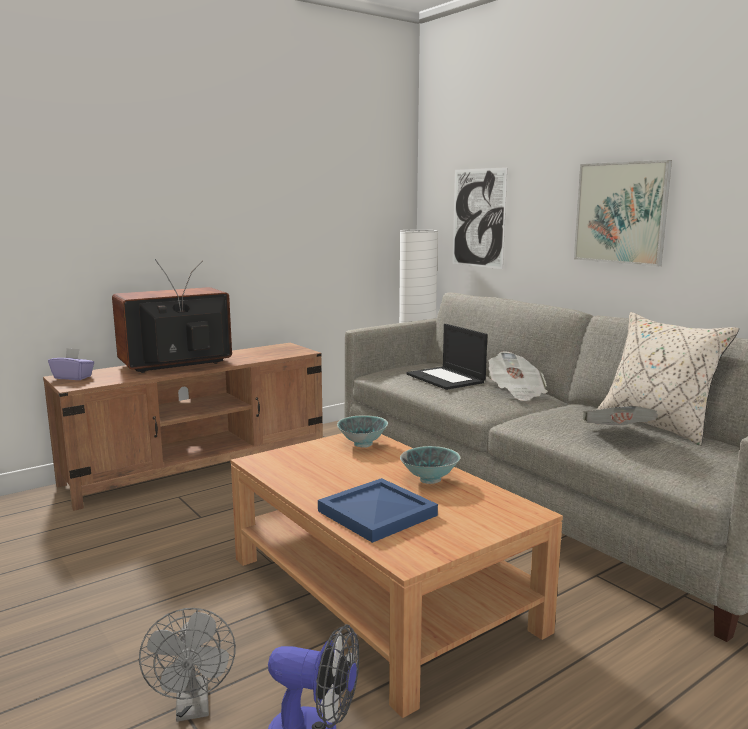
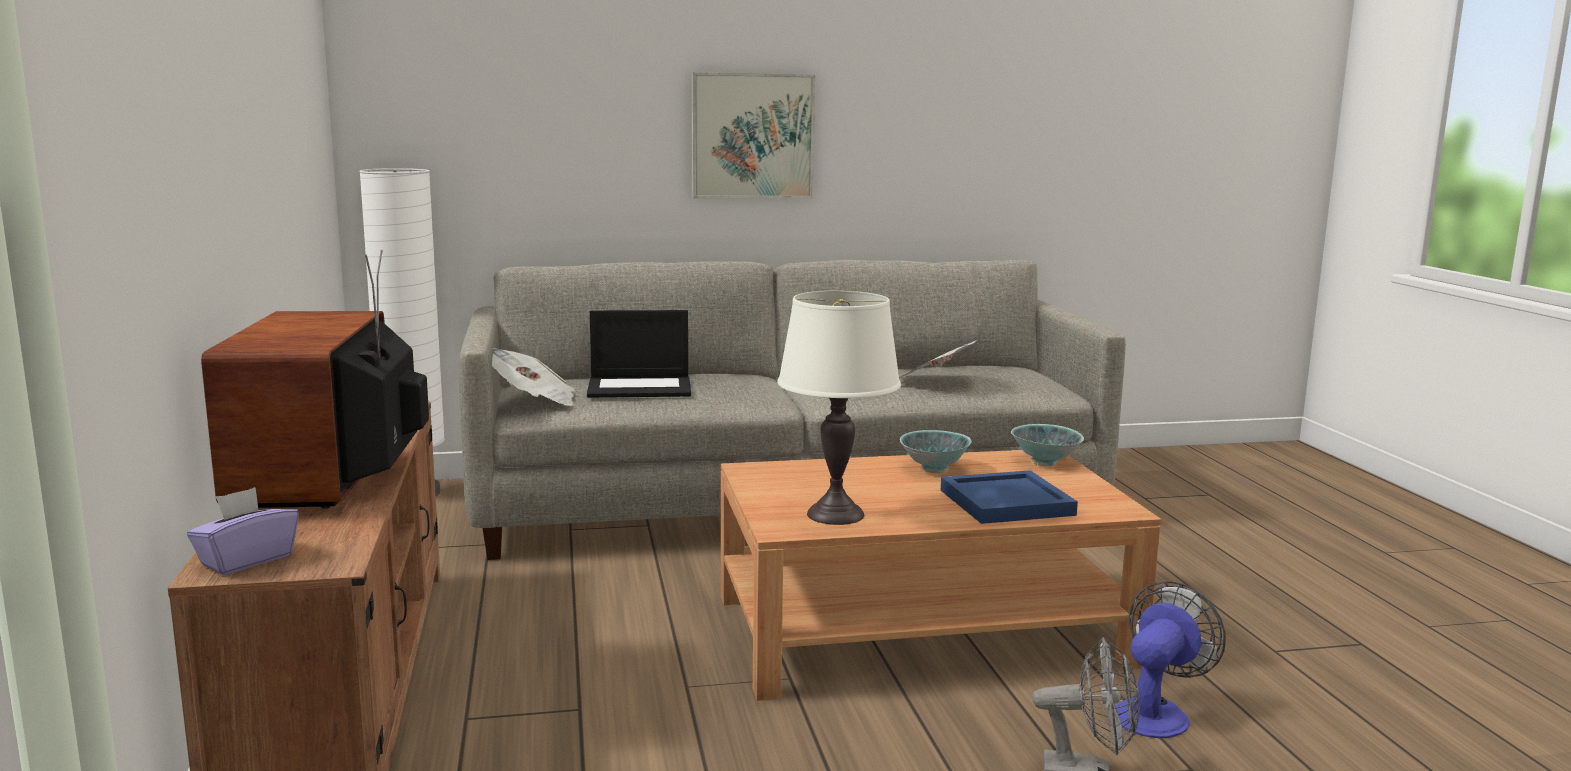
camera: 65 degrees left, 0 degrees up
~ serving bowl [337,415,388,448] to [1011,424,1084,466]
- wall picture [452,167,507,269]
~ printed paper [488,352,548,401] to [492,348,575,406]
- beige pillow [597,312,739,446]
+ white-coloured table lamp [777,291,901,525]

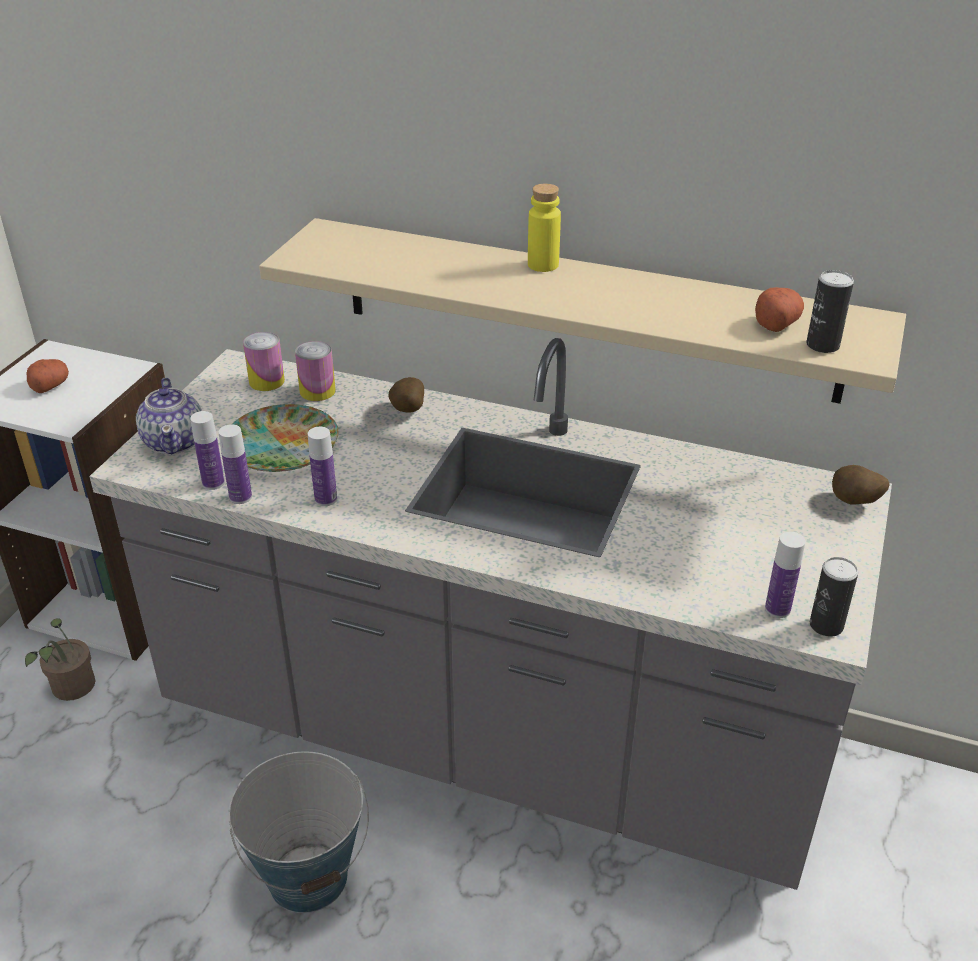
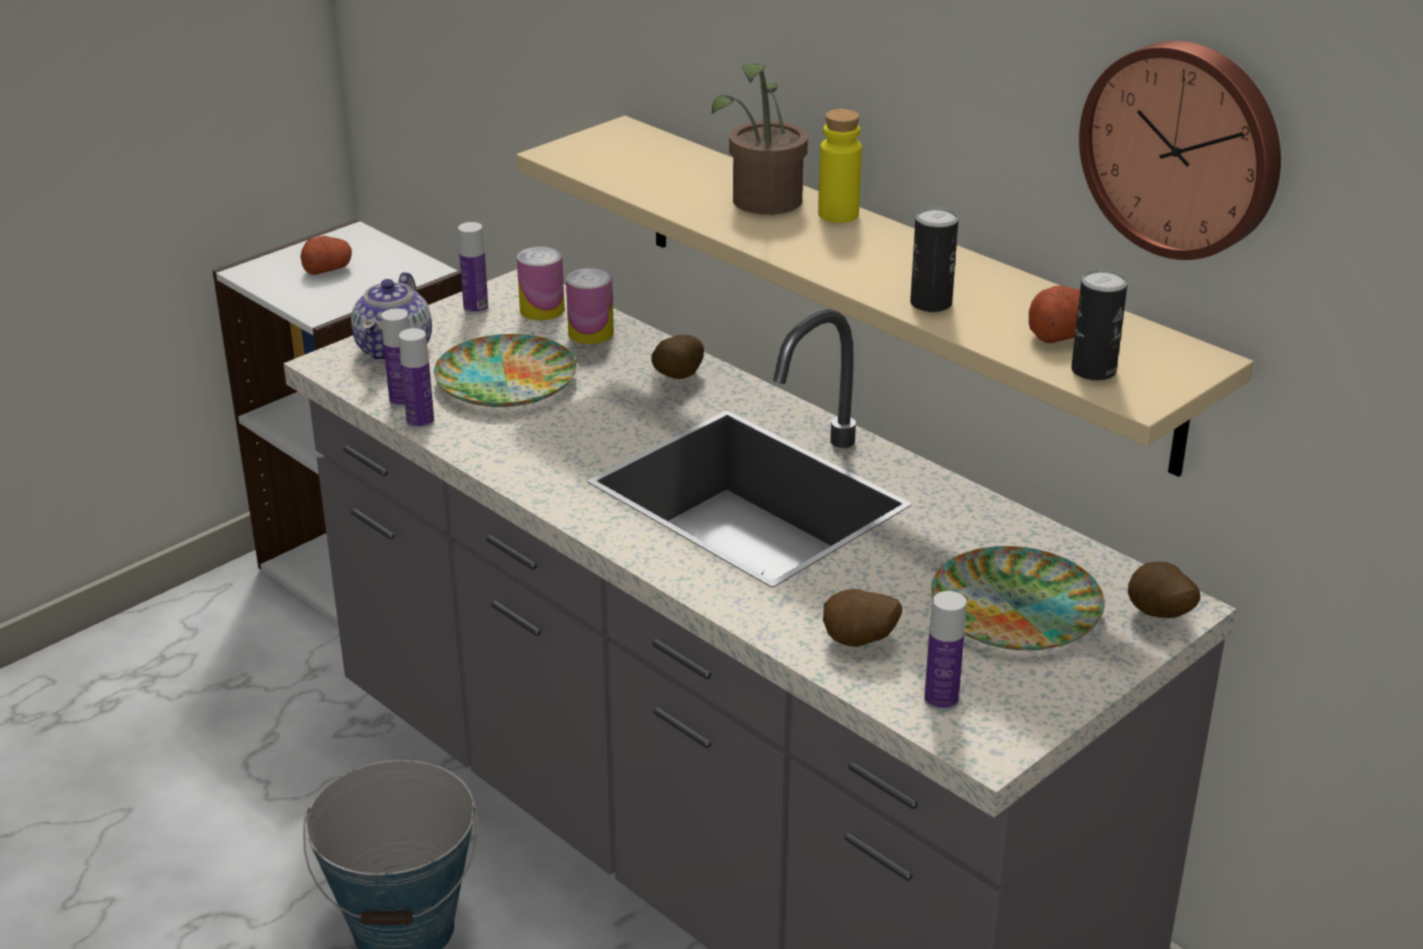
camera: 25 degrees right, 5 degrees down
~ potted plant [25,618,95,701] to [712,63,808,215]
~ drink bottle [308,427,337,506] to [458,222,488,314]
~ metal can [810,557,858,637] to [910,207,958,312]
+ spud [823,589,902,647]
+ dinner plate [931,546,1105,650]
+ clock on the wall [1079,41,1281,260]

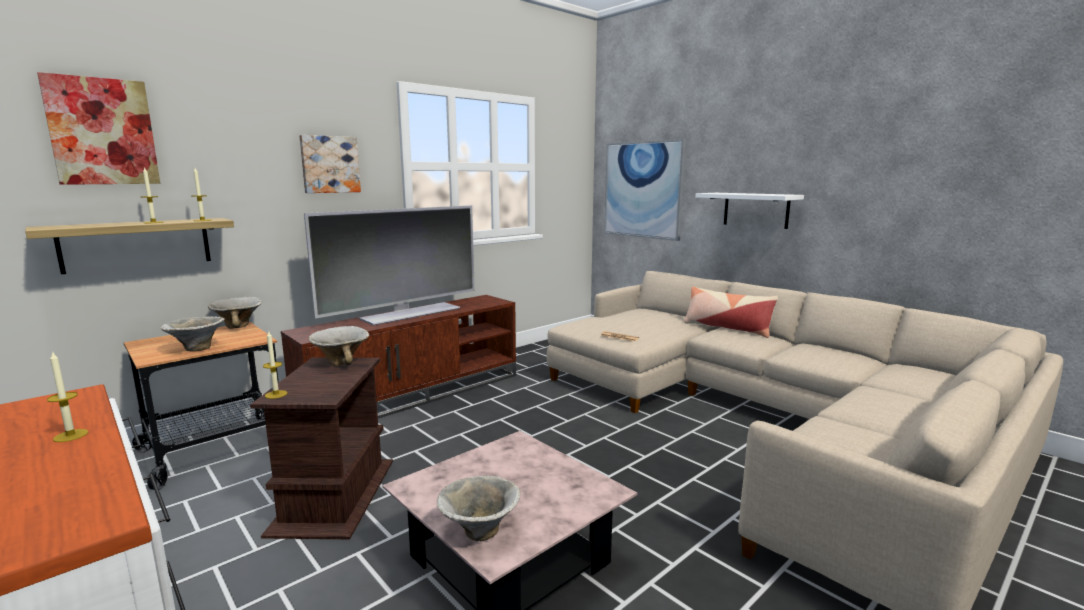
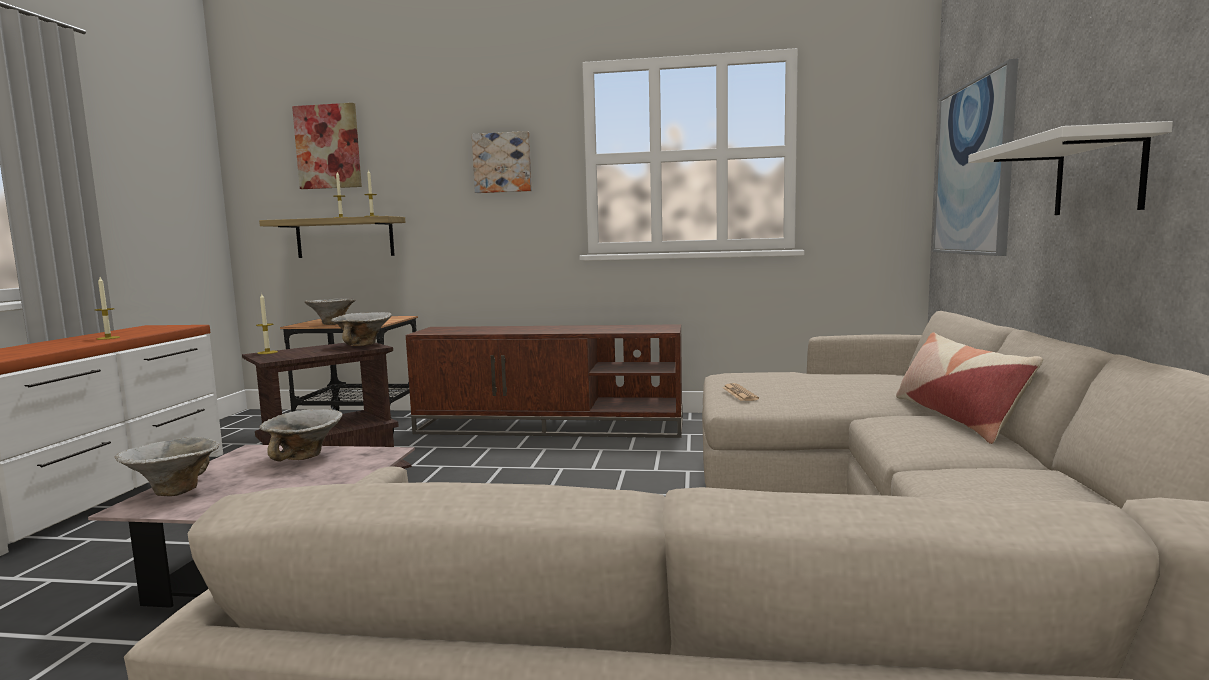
camera: 50 degrees right, 5 degrees down
~ serving bowl [208,297,262,329] to [260,409,343,462]
- television [304,205,475,325]

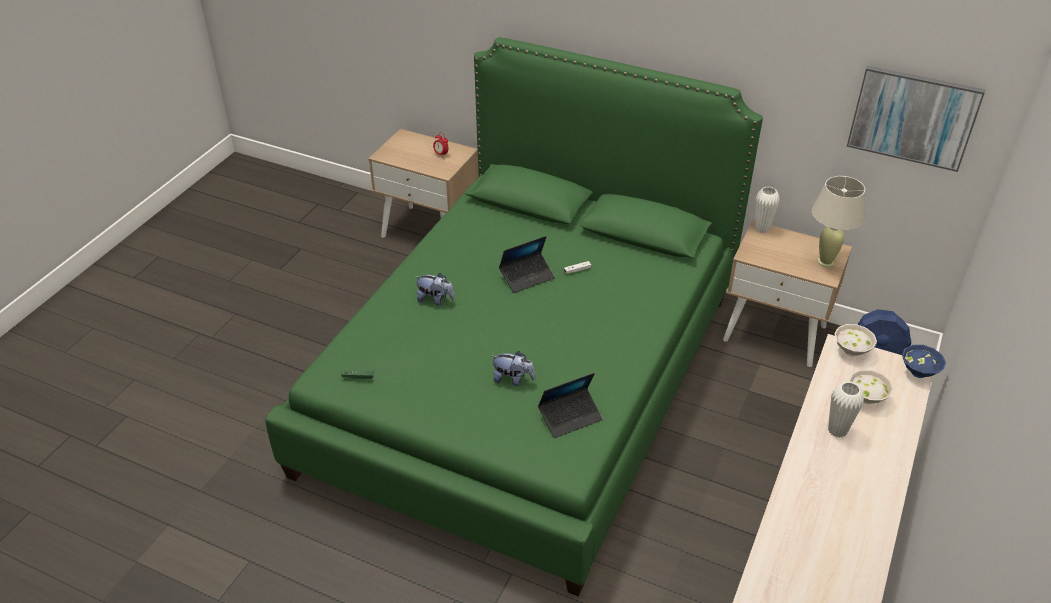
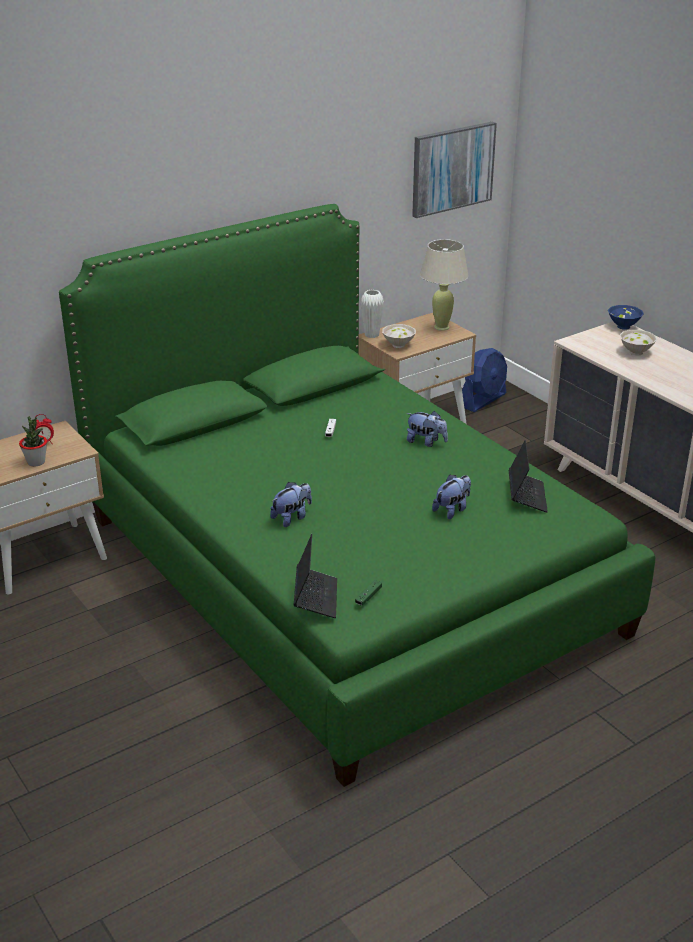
camera: 60 degrees left, 10 degrees down
~ notebook computer [499,236,555,293] to [294,534,337,618]
- white-coloured flower vase [828,381,864,438]
~ white-coloured serving bowl [834,324,877,357] to [382,324,416,348]
+ potted plant [19,416,47,466]
+ cuddly toy [406,411,448,447]

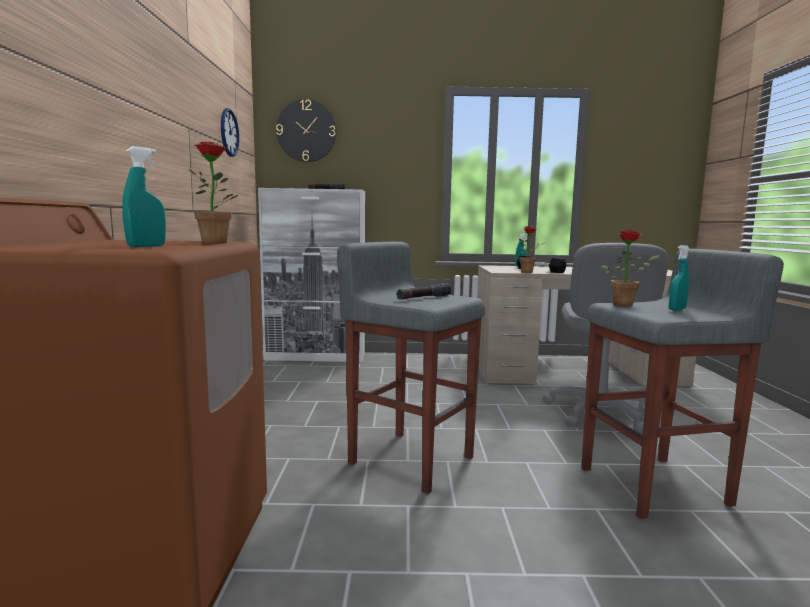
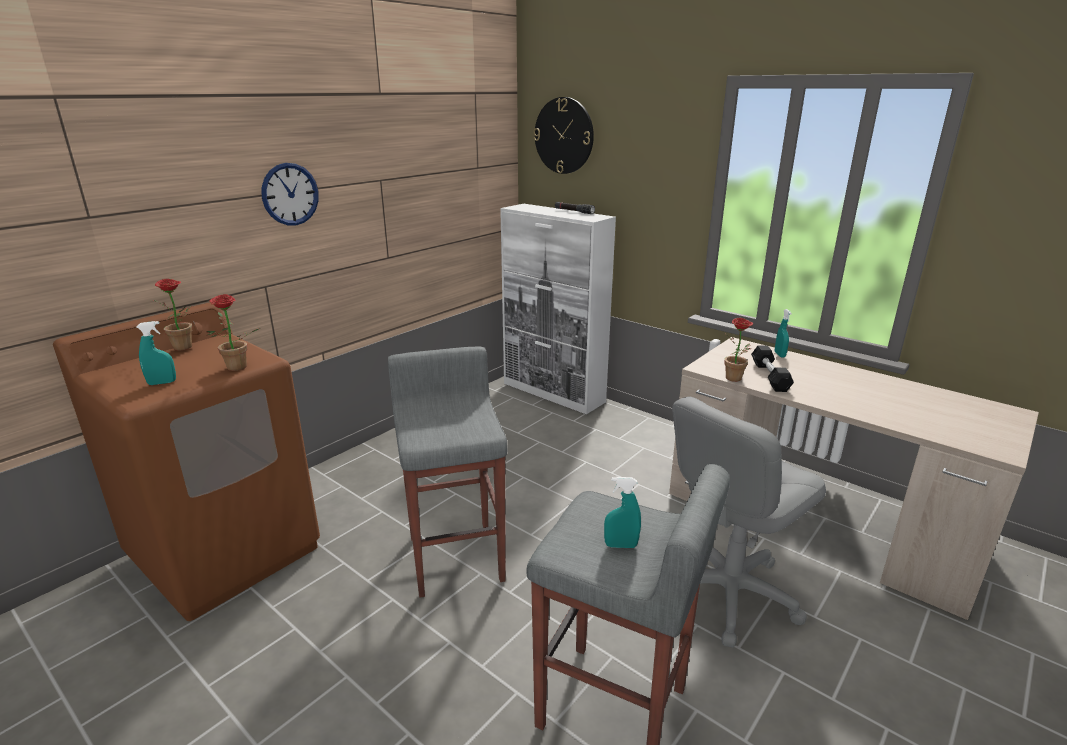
camera: 40 degrees right, 15 degrees up
~ clock on the wall [221,108,239,157] to [261,163,319,225]
- black hand torch [396,283,452,299]
~ potted plant [601,229,660,306] to [154,279,192,350]

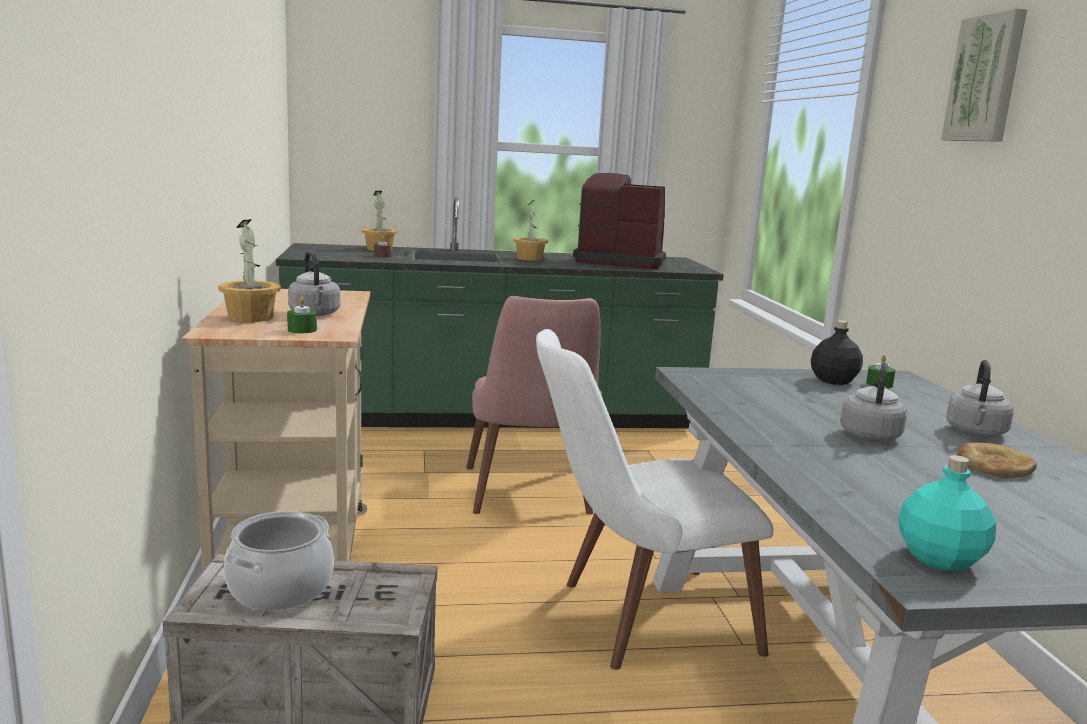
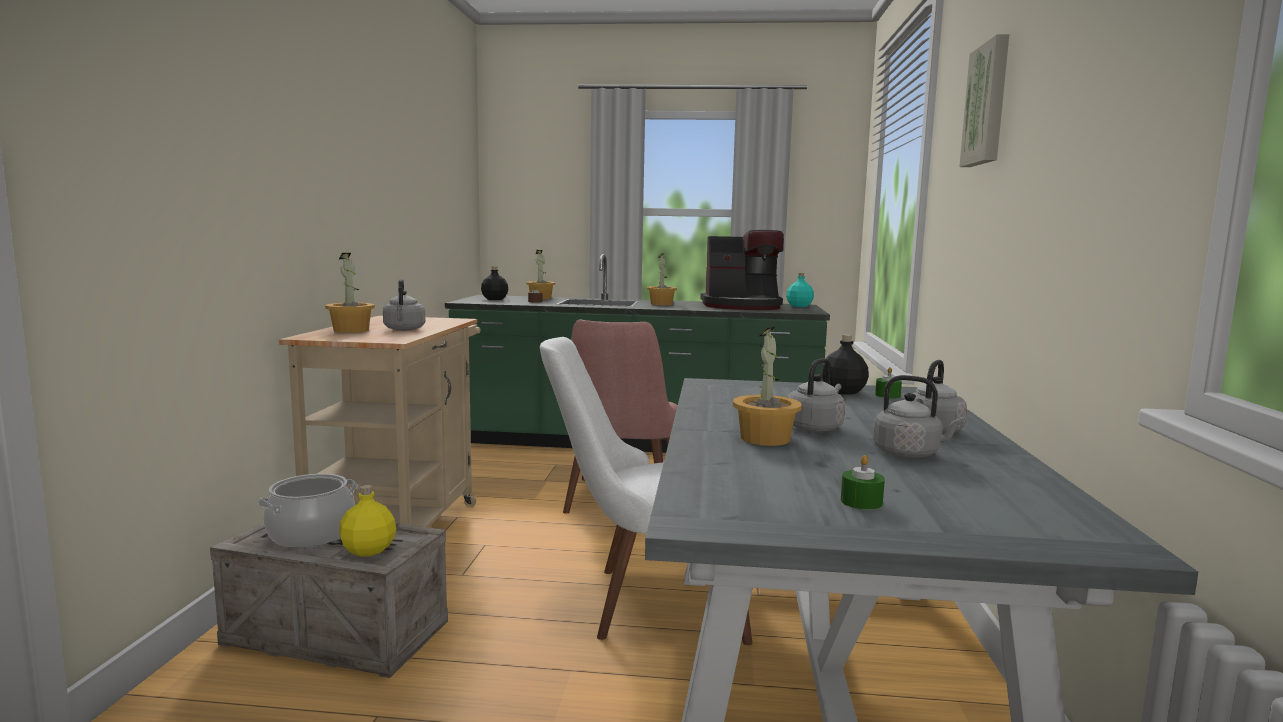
camera: 15 degrees right, 5 degrees down
~ green-coloured wax candle [287,297,317,333] to [841,455,885,510]
~ coffee maker [573,173,666,269] = [700,230,784,310] 150 degrees clockwise
~ turquoise-coloured drink bottle [898,455,996,571] to [786,273,814,307]
~ bakery bread [957,442,1037,478] to gray tea kettle [873,375,964,458]
+ yellow drink bottle [339,485,396,557]
+ black drink bottle [481,266,508,300]
+ potted plant [733,327,802,446]

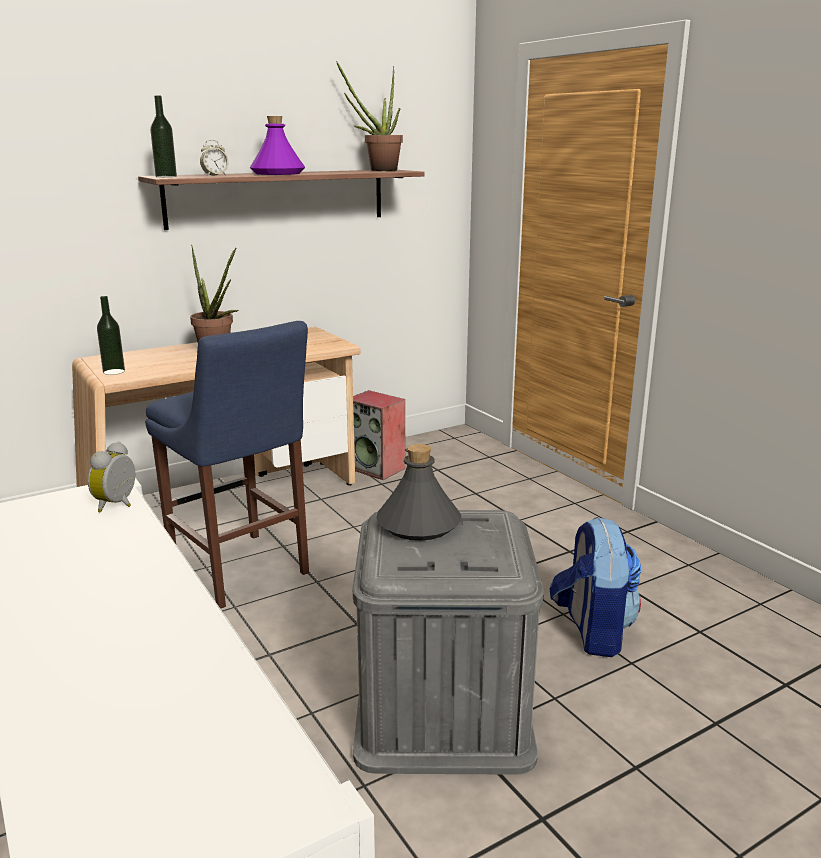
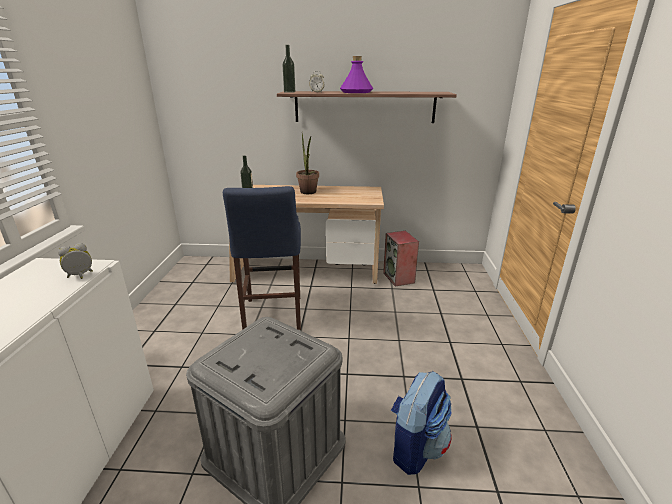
camera: 35 degrees right, 5 degrees up
- potted plant [336,61,403,171]
- gray drink bottle [376,444,461,541]

